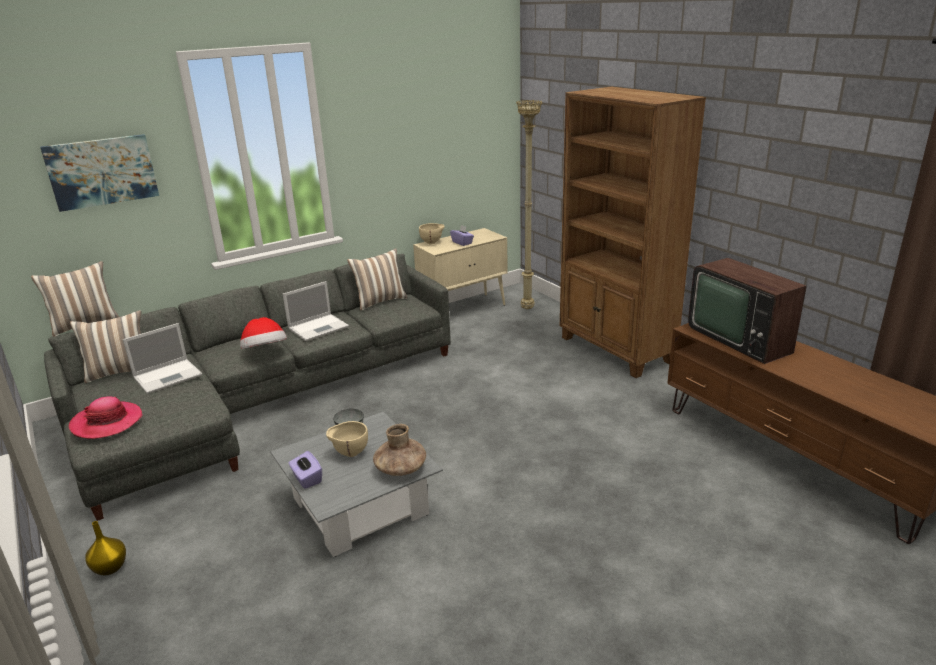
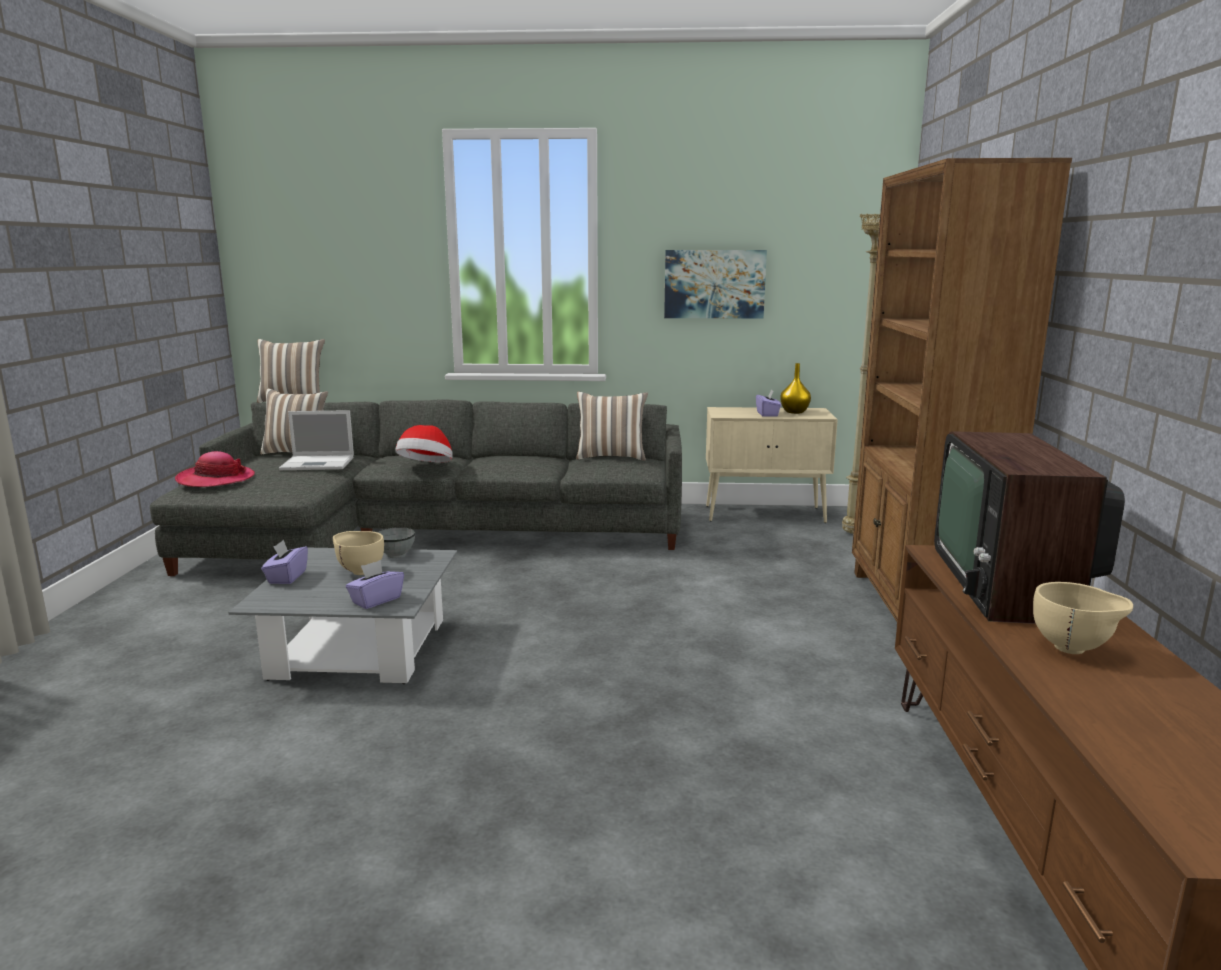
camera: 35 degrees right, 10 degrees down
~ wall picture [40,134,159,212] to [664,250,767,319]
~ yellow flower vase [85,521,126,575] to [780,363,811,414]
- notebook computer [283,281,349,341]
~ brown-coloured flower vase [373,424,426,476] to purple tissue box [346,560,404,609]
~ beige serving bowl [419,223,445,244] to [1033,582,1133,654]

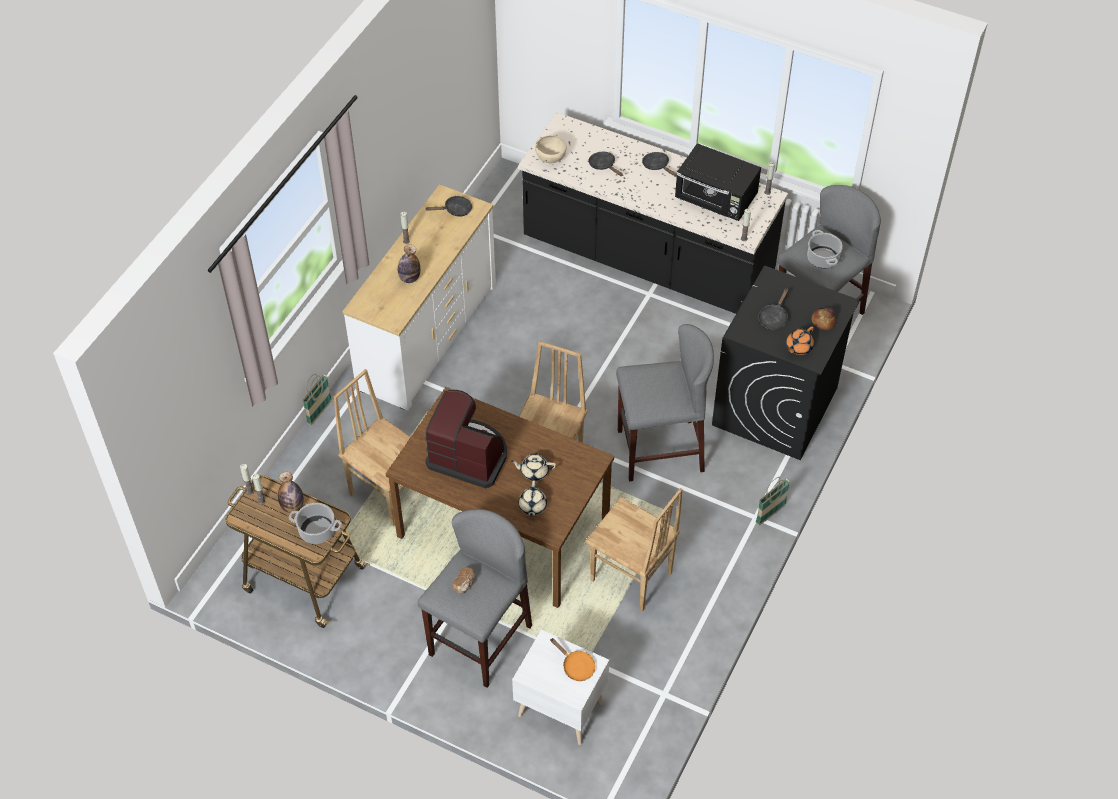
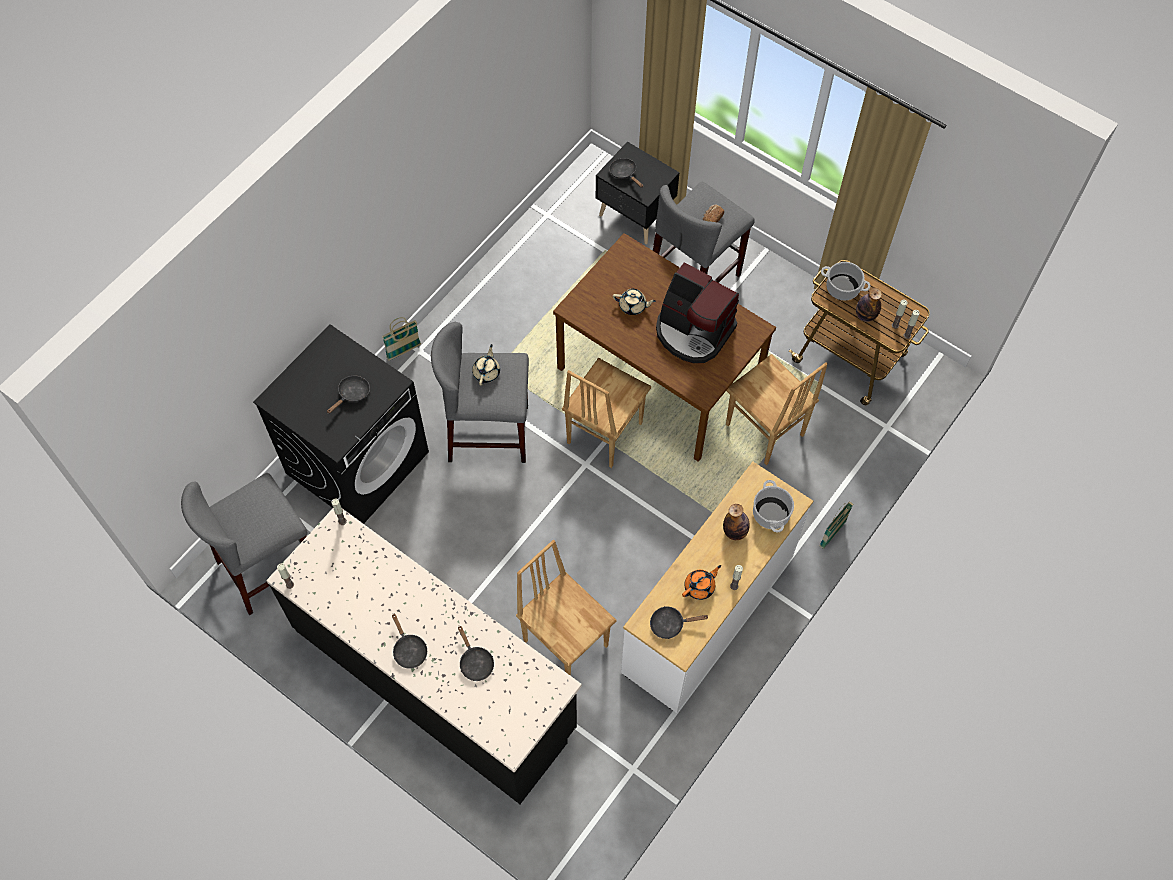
camera: 170 degrees left, 10 degrees up
~ white-coloured bedside table [512,630,609,745] to black bedside table [596,142,680,244]
~ beige teapot [518,480,547,517] to [472,344,500,386]
- beige serving bowl [535,135,567,163]
~ orange-coloured frying pan [550,638,595,681] to black frying pan [609,158,643,188]
~ brown-coloured upright chair [585,488,683,612] to [516,540,616,676]
- black microwave [675,143,761,221]
~ orange-coloured teapot [786,326,814,355] to [682,565,721,600]
~ cooking pot [807,230,843,268] to [753,480,794,532]
- bakery bread [812,308,836,330]

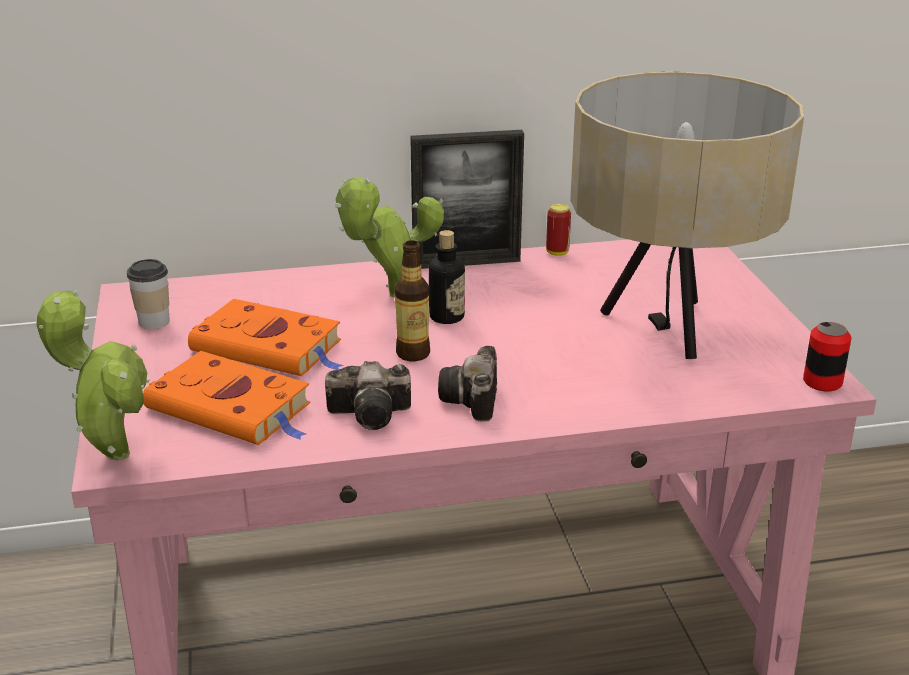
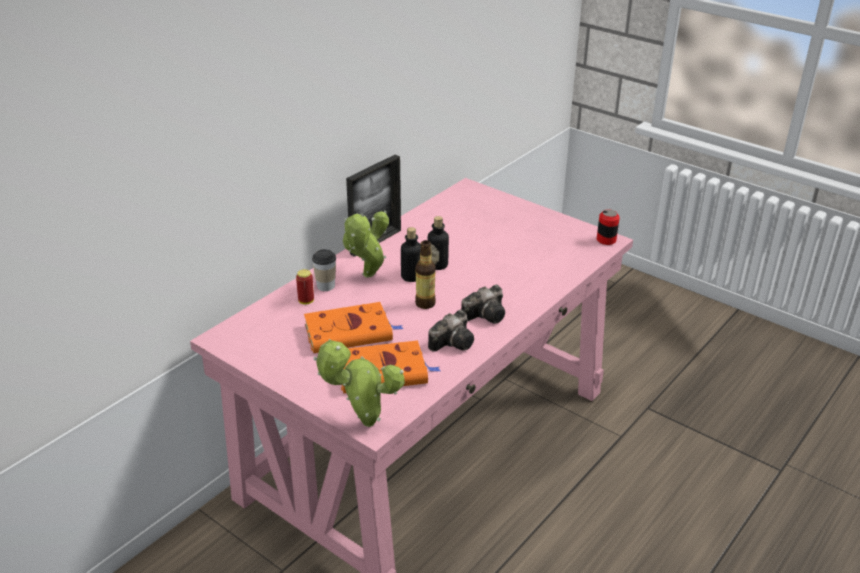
camera: 40 degrees left, 5 degrees up
~ small cup [127,259,170,329] to [312,249,336,291]
~ photo camera [438,346,497,422] = [461,285,505,324] 90 degrees counterclockwise
~ metal can [546,204,571,256] to [296,269,314,305]
- beige table lamp [570,71,804,359]
+ drink bottle [427,216,449,270]

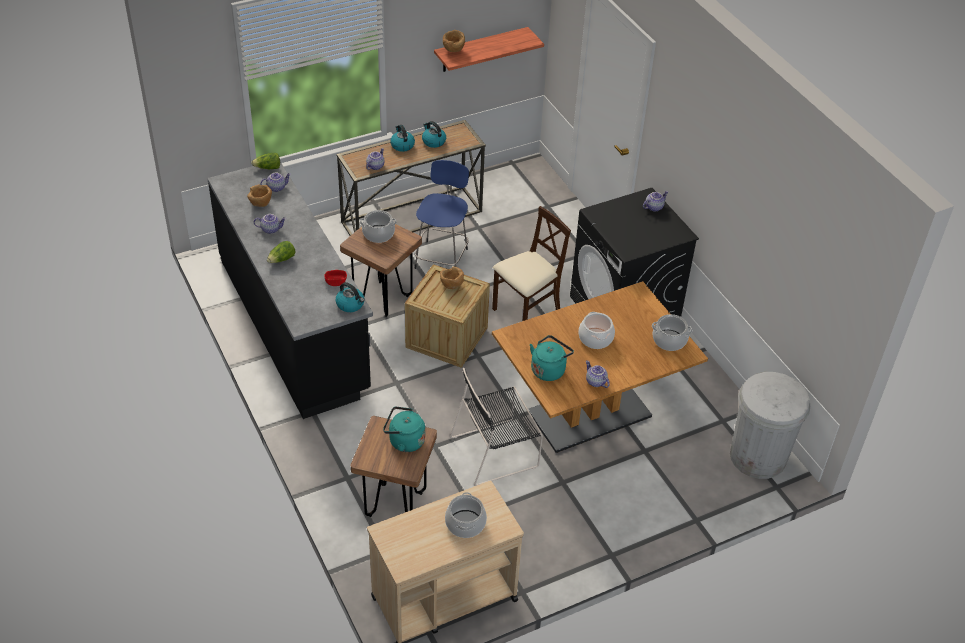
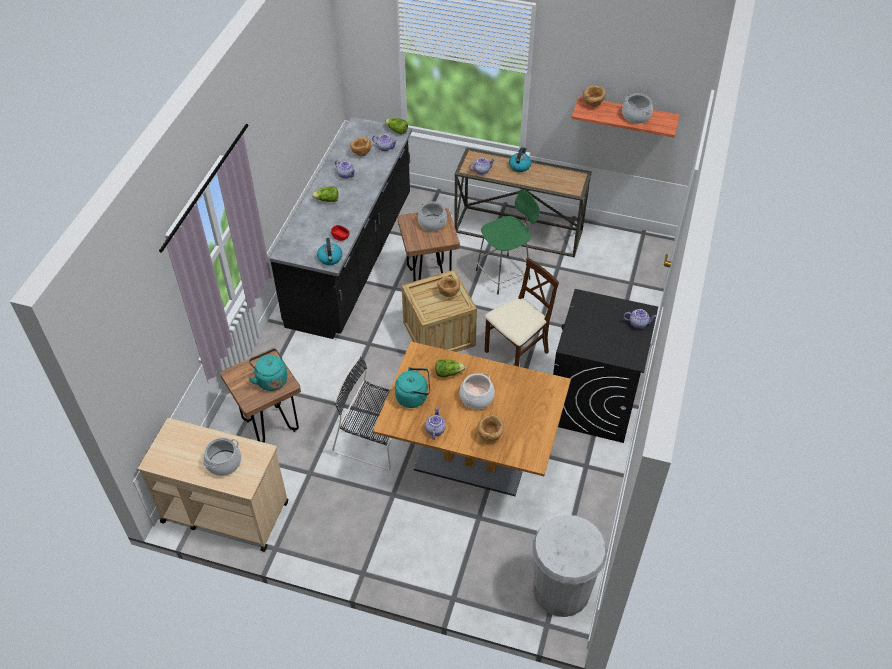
camera: 45 degrees right, 5 degrees up
~ bluish stool seat [415,160,469,269] to green-coloured stool seat [476,189,540,294]
- tea kettle [422,121,446,148]
~ beige upright chair [492,206,571,321] = [484,258,559,367] 45 degrees counterclockwise
~ cooking pot [652,314,692,351] to [622,93,653,124]
+ lettuce [435,359,466,377]
+ brown-coloured serving bowl [478,414,504,441]

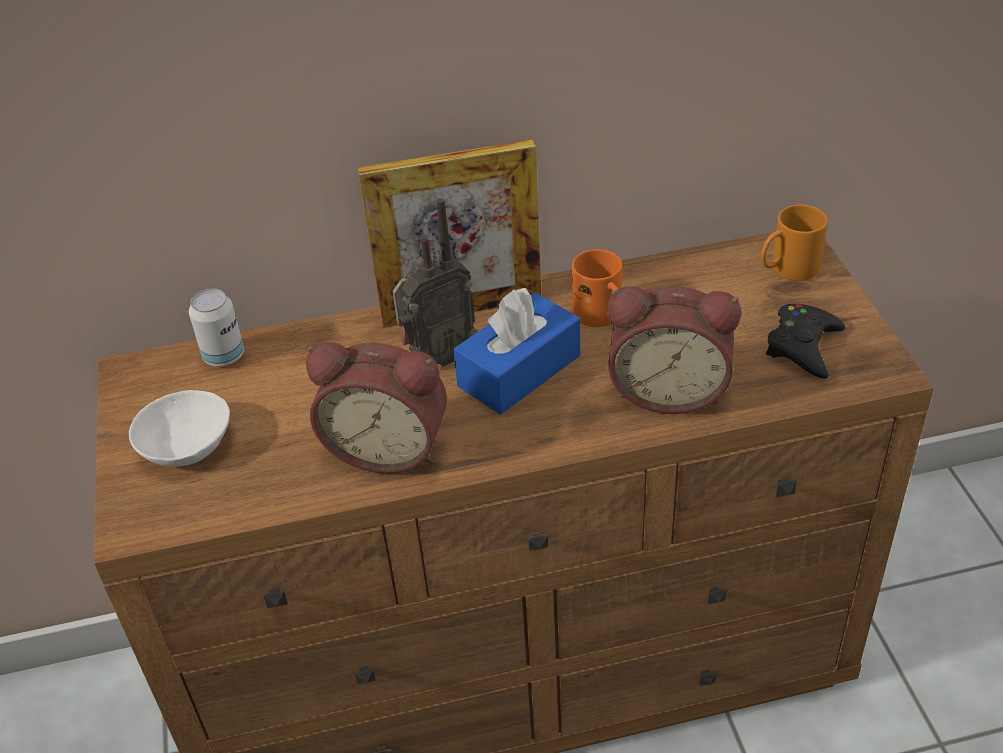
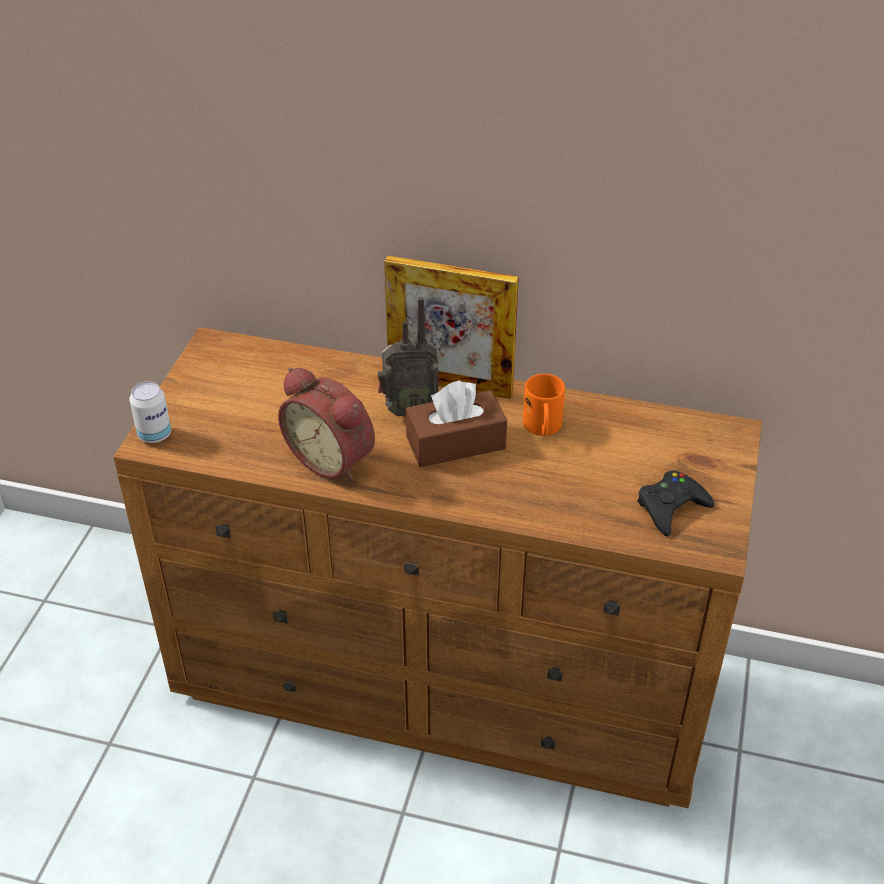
camera: 25 degrees right, 0 degrees up
- white-coloured serving bowl [129,390,230,467]
~ metal can [189,289,244,367] to [129,382,171,443]
~ bluish tissue box [453,288,580,415] to brown-coloured tissue box [406,381,507,467]
- table clock [608,286,741,414]
- orange-coloured coffee mug [761,205,828,281]

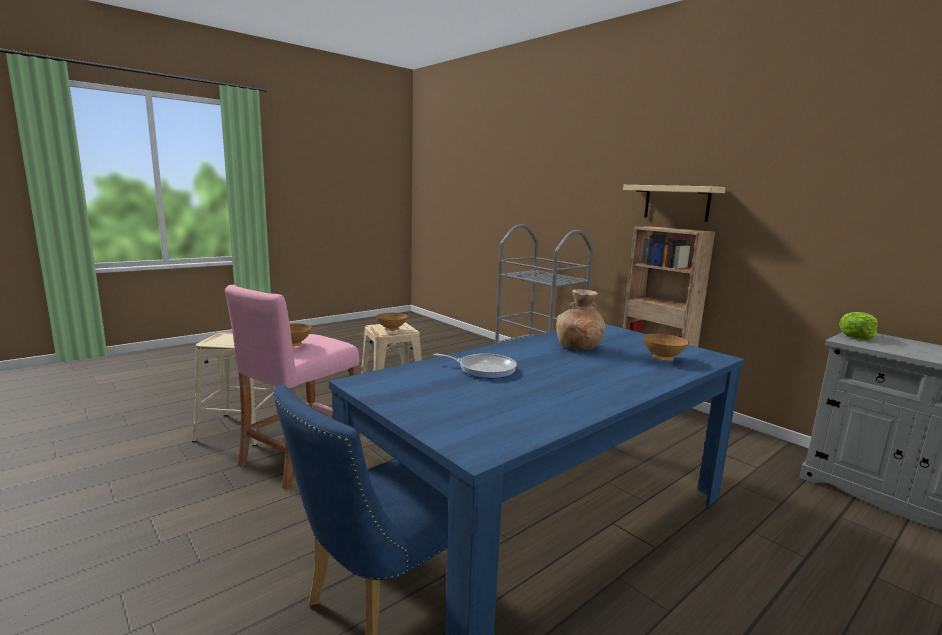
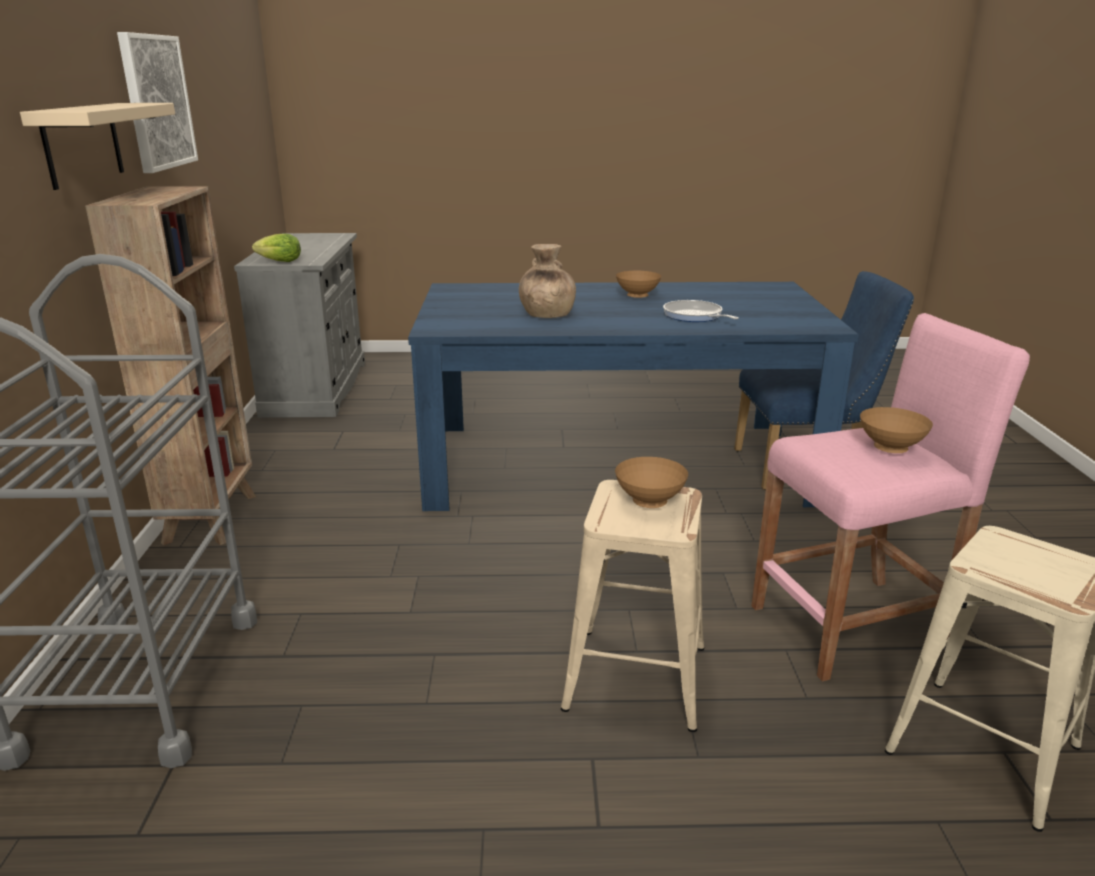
camera: 140 degrees left, 10 degrees up
~ brown-coloured serving bowl [643,334,689,360] to [616,271,661,298]
+ wall picture [117,32,198,173]

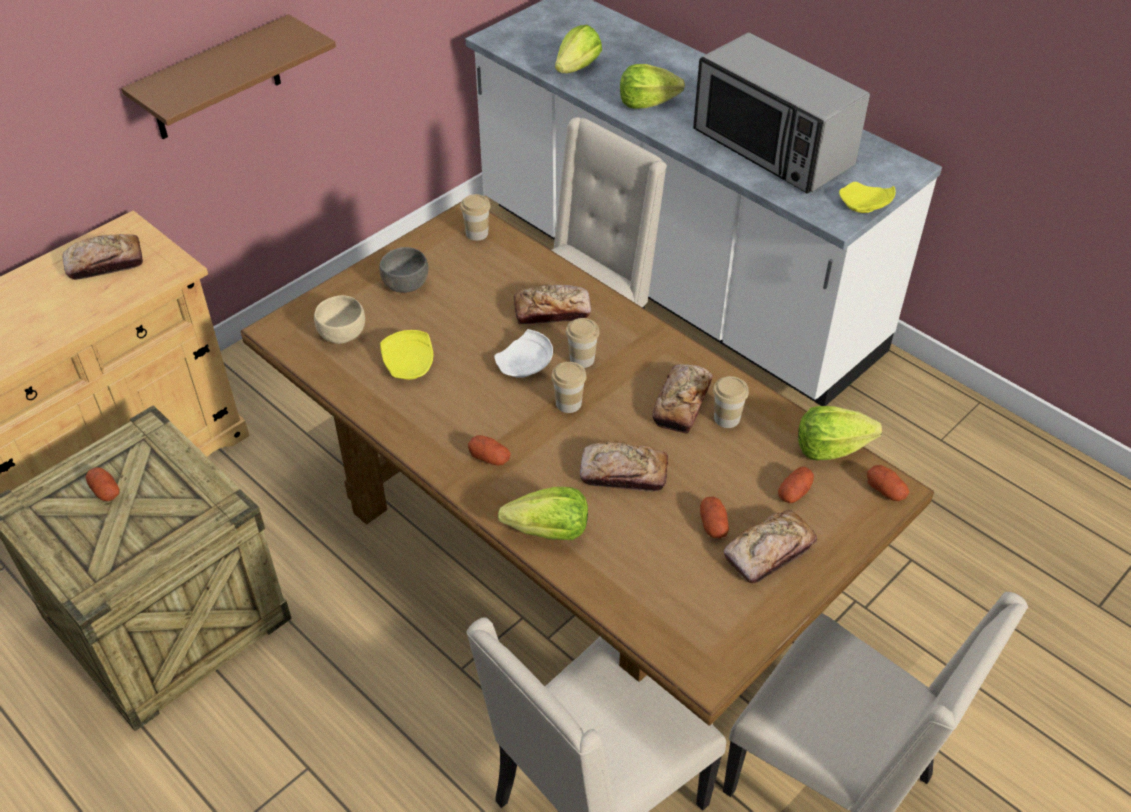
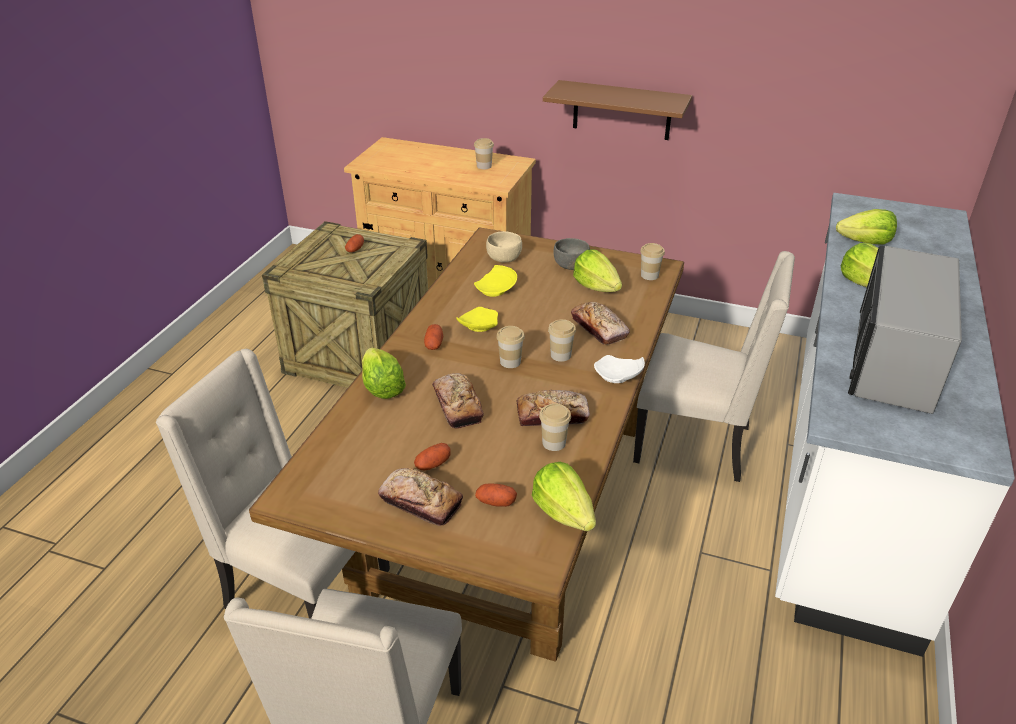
camera: 65 degrees right, 10 degrees down
~ bakery bread [62,234,143,280] to small cup [474,138,494,169]
~ white-coloured dinner plate [494,329,553,378] to [594,355,645,383]
~ yellow dinner plate [839,182,896,213] to [456,307,498,332]
- spud [867,465,909,501]
+ lettuce [573,249,622,292]

